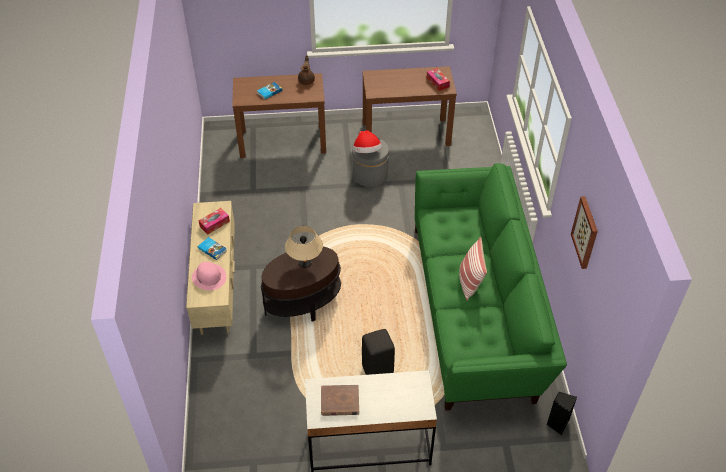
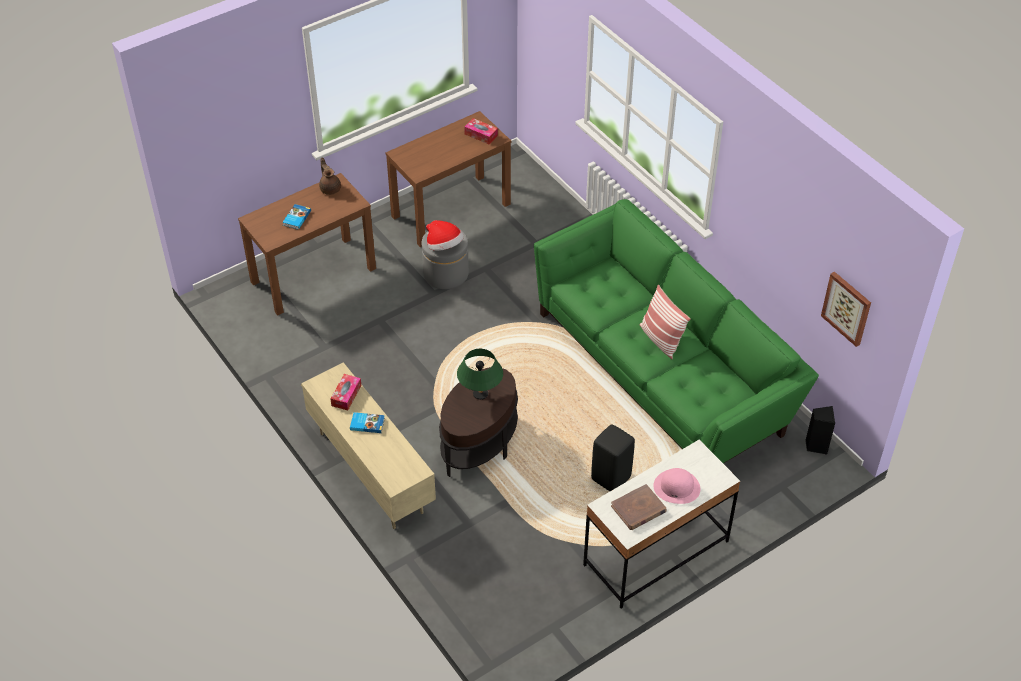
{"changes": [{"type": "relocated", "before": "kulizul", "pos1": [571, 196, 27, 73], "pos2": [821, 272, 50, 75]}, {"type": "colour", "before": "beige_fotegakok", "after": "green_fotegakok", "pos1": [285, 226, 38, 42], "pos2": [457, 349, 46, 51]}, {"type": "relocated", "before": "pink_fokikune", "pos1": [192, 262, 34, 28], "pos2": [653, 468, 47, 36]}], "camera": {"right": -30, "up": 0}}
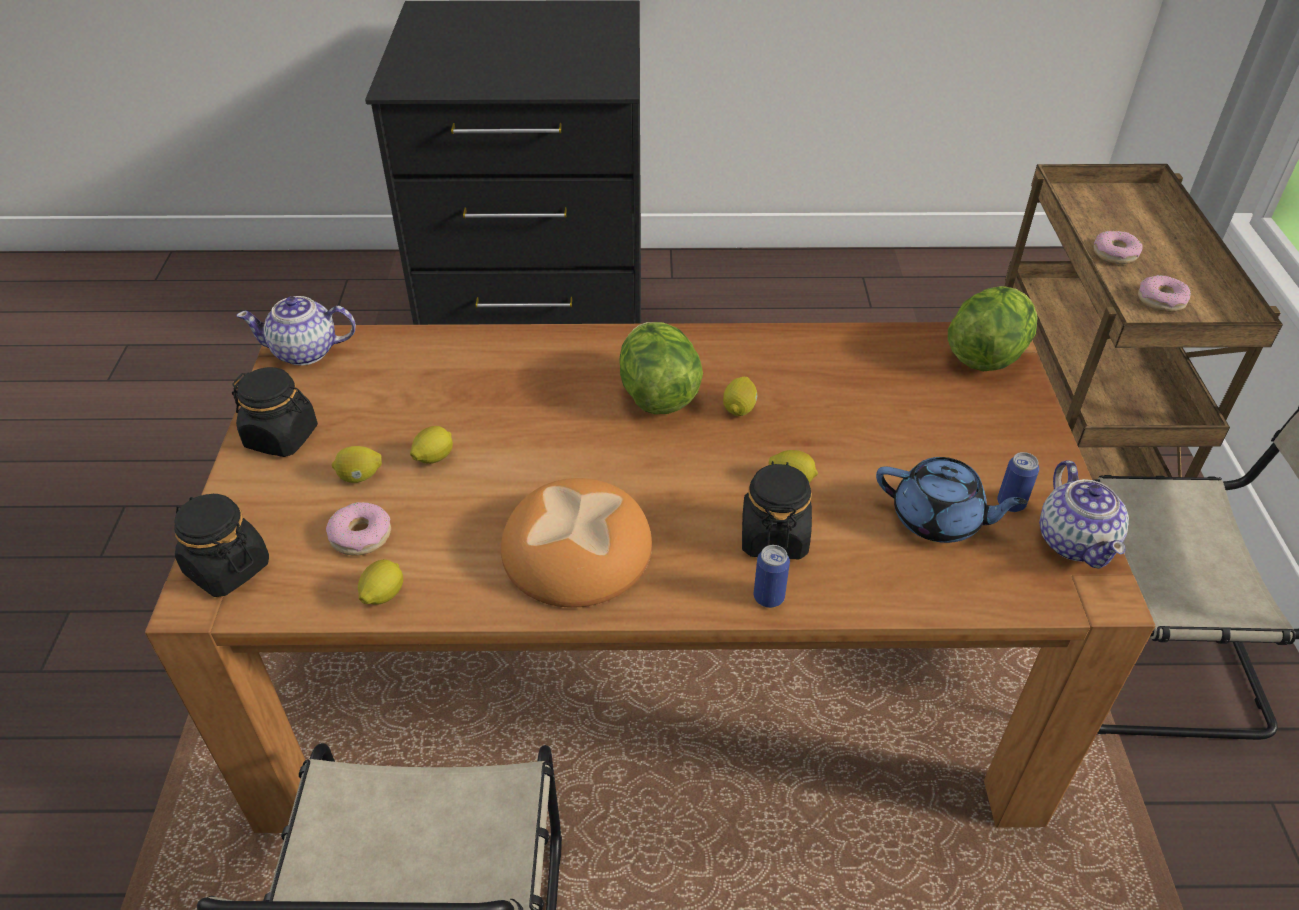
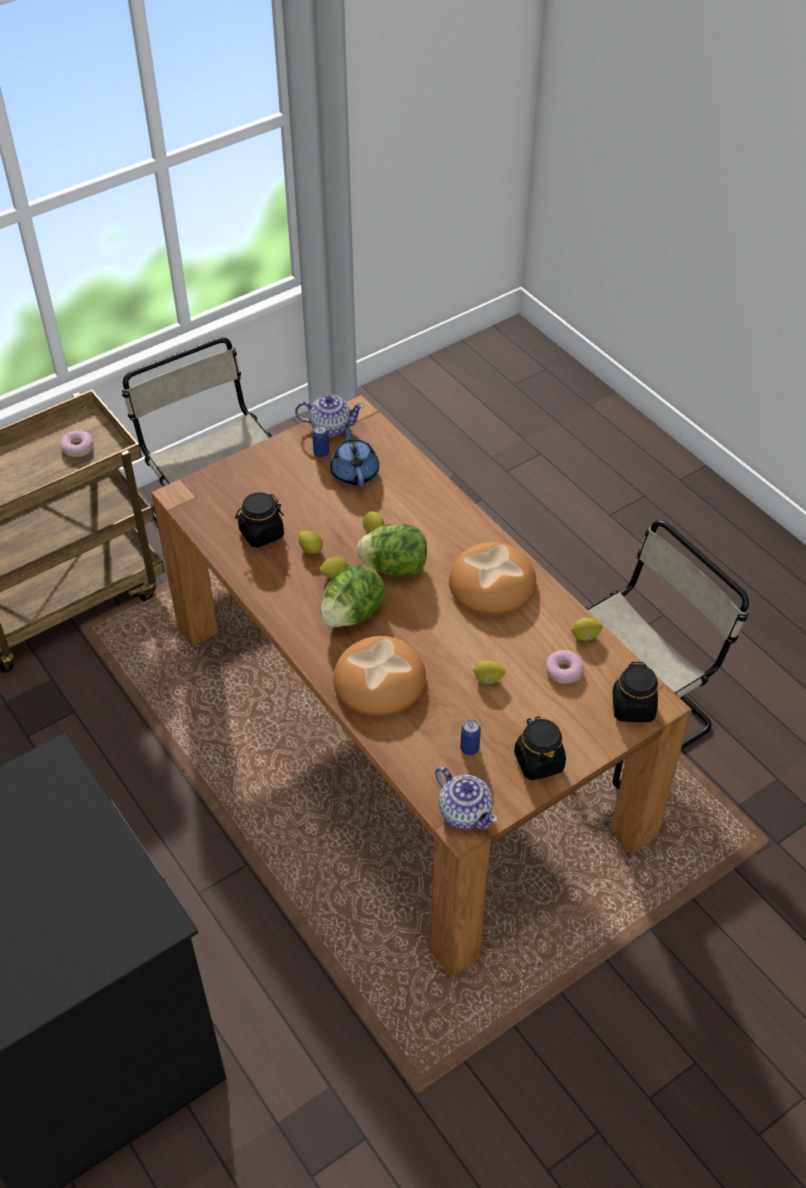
{"changes": [{"type": "missing", "before": "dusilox", "pos1": [1093, 231, 49, 33]}, {"type": "relocated", "before": "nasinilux", "pos1": [948, 286, 90, 85], "pos2": [357, 524, 70, 52]}, {"type": "relocated", "before": "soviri", "pos1": [332, 446, 50, 37], "pos2": [299, 531, 24, 23]}, {"type": "spun", "before": "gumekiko", "pos1": [1039, 460, 90, 108], "pos2": [295, 394, 69, 43], "turn": 45}, {"type": "relocated", "before": "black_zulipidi", "pos1": [742, 461, 70, 98], "pos2": [235, 492, 49, 56]}, {"type": "relocated", "before": "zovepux", "pos1": [754, 545, 36, 63], "pos2": [460, 719, 21, 36]}, {"type": "appeared", "after": "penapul", "pos2": [333, 636, 93, 80]}], "camera": {"right": -125, "up": 5}}
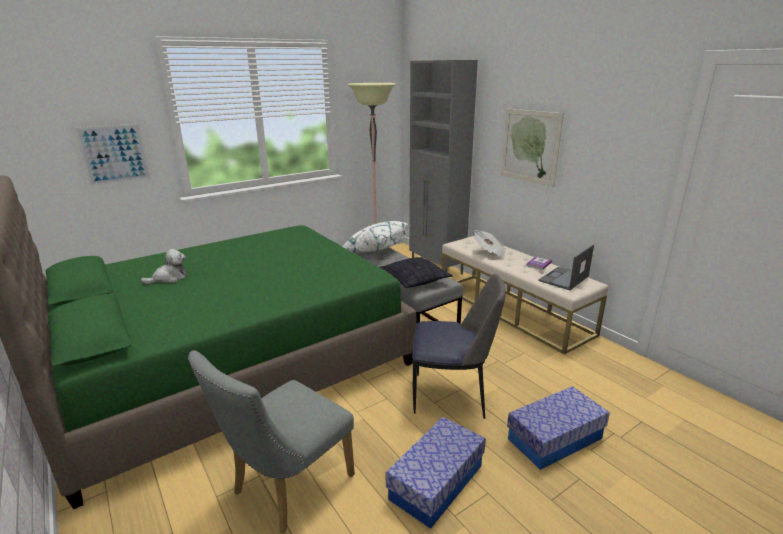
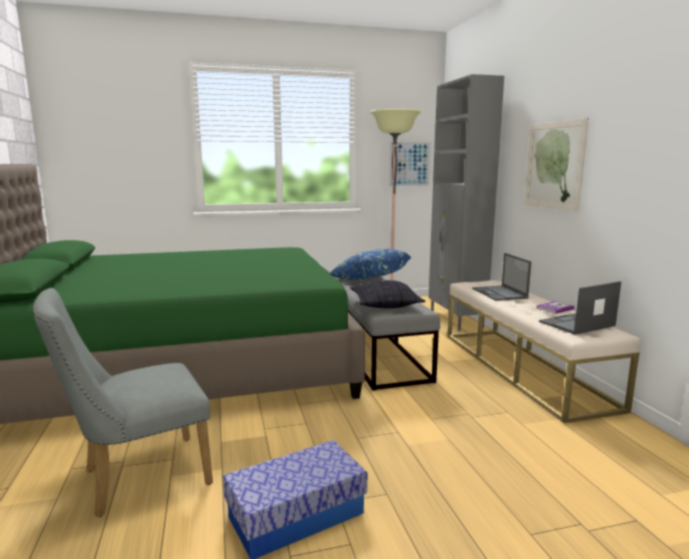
{"changes": [{"type": "relocated", "before": "kulizul", "pos1": [75, 124, 76, 62], "pos2": [388, 141, 43, 46]}, {"type": "colour", "before": "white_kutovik", "after": "blue_kutovik", "pos1": [342, 221, 68, 32], "pos2": [330, 249, 81, 31]}, {"type": "exchanged", "before": "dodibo", "after": "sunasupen", "pos1": [474, 230, 32, 27], "pos2": [472, 253, 59, 48]}, {"type": "missing", "before": "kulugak", "pos1": [141, 249, 46, 35]}, {"type": "missing", "before": "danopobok", "pos1": [412, 274, 94, 145]}, {"type": "missing", "before": "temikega", "pos1": [507, 386, 103, 84]}], "camera": {"right": 20, "up": -10}}
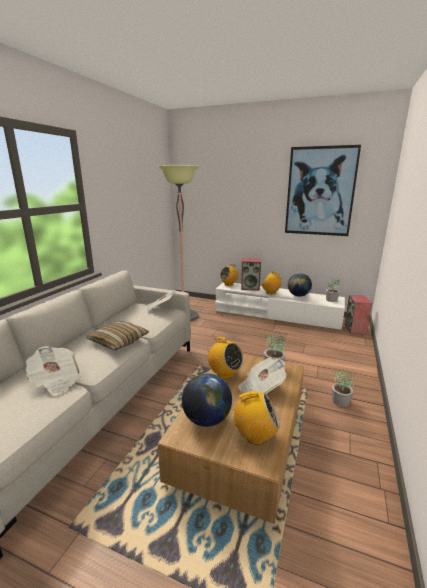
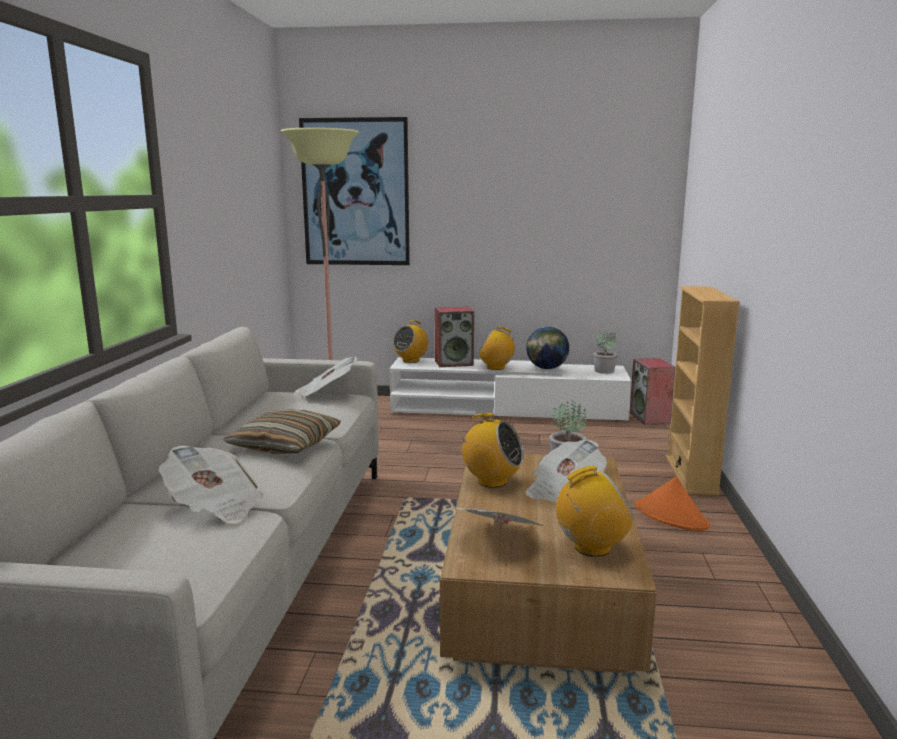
{"changes": [{"type": "relocated", "before": "kulizul", "pos1": [285, 145, 76, 91], "pos2": [299, 117, 111, 148]}, {"type": "exchanged", "before": "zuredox", "after": "orange_fokikune", "pos1": [332, 369, 23, 38], "pos2": [635, 476, 75, 55]}, {"type": "exchanged", "before": "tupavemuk", "after": "dodibo", "pos1": [182, 374, 50, 53], "pos2": [456, 508, 87, 18]}, {"type": "appeared", "after": "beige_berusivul", "pos2": [666, 286, 74, 209]}], "camera": {"right": -15, "up": -5}}
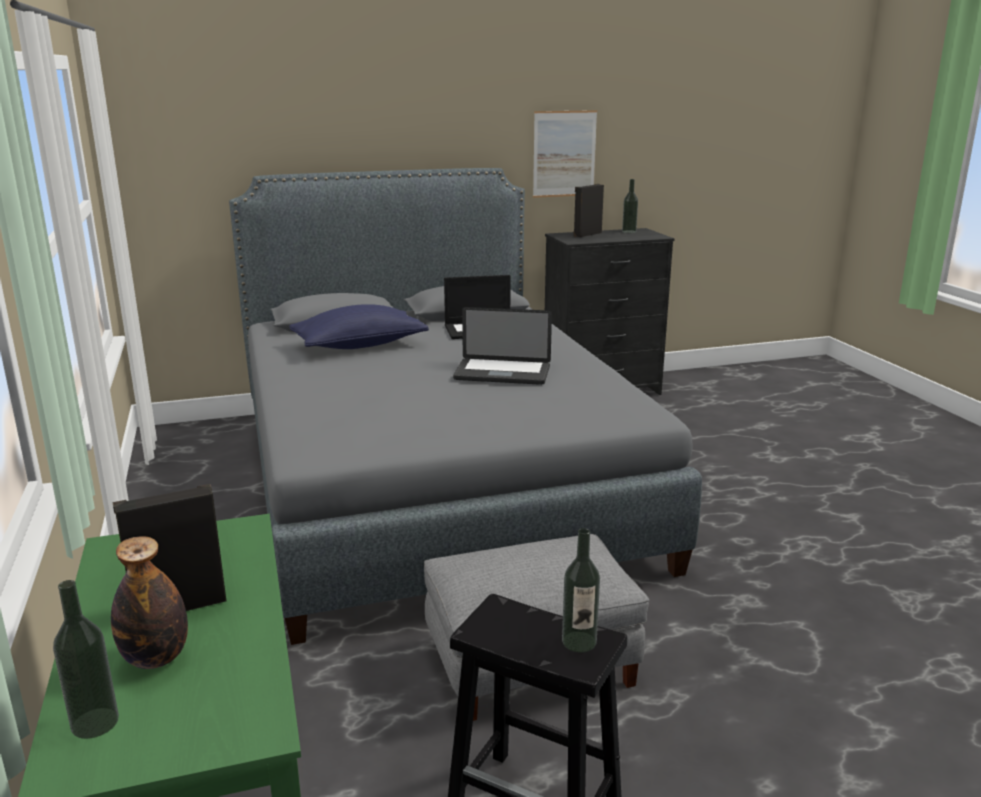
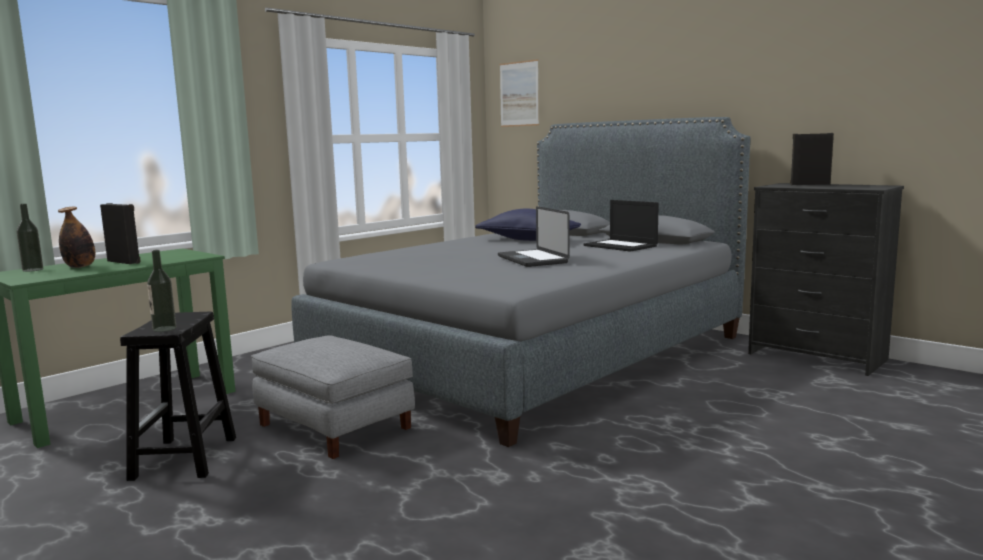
{"changes": [{"type": "relocated", "before": "kulizul", "pos1": [533, 110, 64, 88], "pos2": [499, 59, 40, 68]}, {"type": "missing", "before": "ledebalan", "pos1": [622, 179, 16, 54]}], "camera": {"right": 60, "up": -10}}
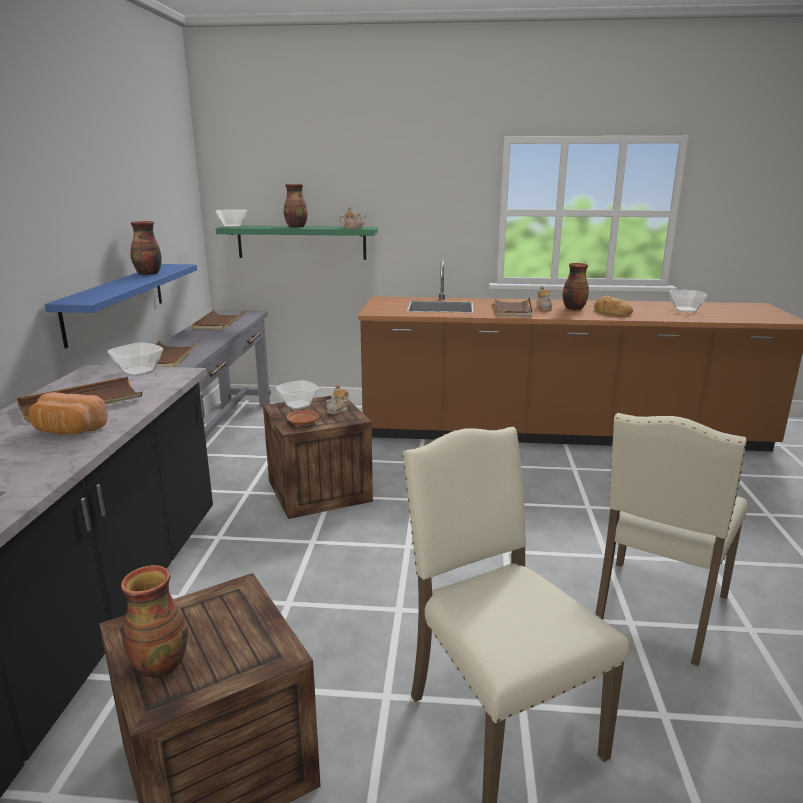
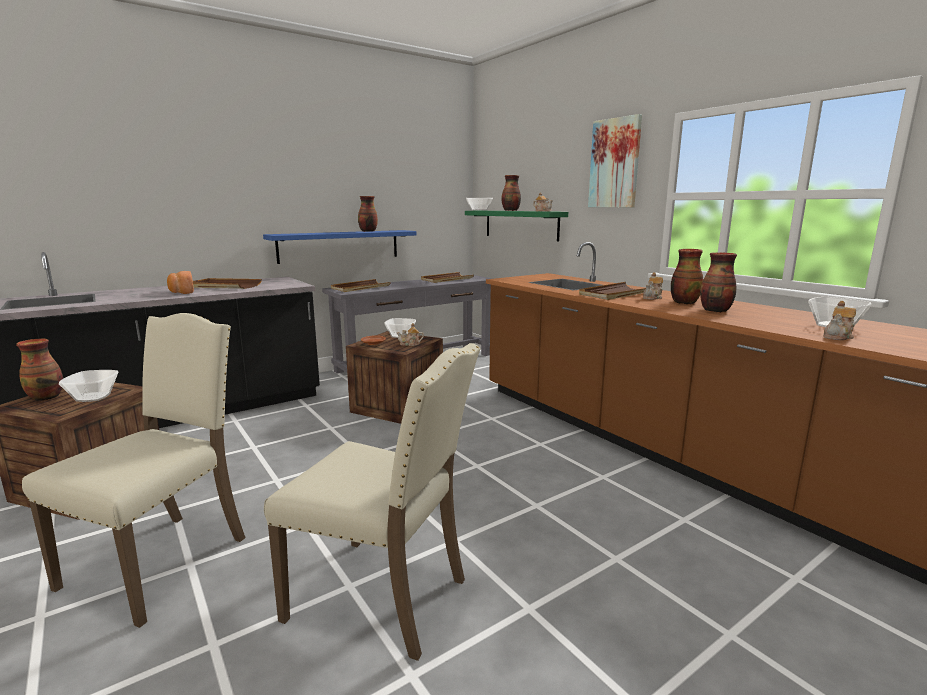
{"changes": [{"type": "exchanged", "before": "penapul", "after": "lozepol", "pos1": [594, 296, 39, 20], "pos2": [700, 252, 37, 61]}, {"type": "relocated", "before": "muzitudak", "pos1": [108, 342, 55, 34], "pos2": [59, 370, 59, 32]}, {"type": "spun", "before": "beige_danopobok", "pos1": [595, 413, 153, 253], "pos2": [264, 343, 217, 318], "turn": -150}, {"type": "appeared", "after": "kulizul", "pos2": [588, 114, 54, 93]}, {"type": "appeared", "after": "gumekiko", "pos2": [823, 301, 33, 39]}], "camera": {"right": 50, "up": -5}}
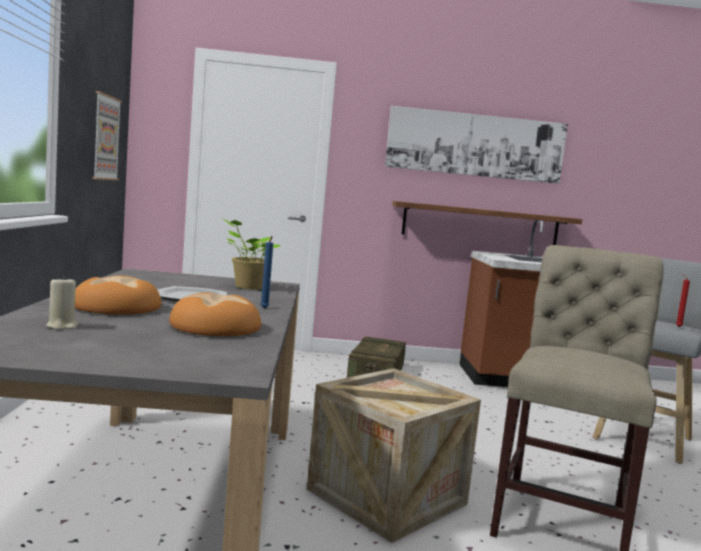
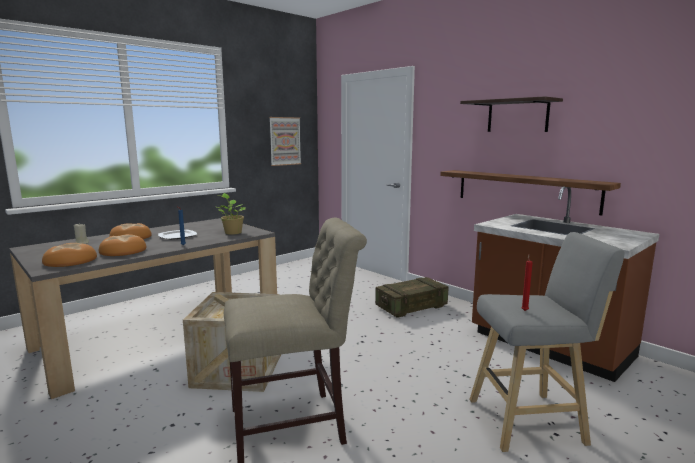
{"changes": [{"type": "exchanged", "before": "kulizul", "after": "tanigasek", "pos1": [385, 106, 183, 78], "pos2": [460, 96, 103, 36]}, {"type": "appeared", "after": "penapul", "pos2": [42, 243, 55, 24]}], "camera": {"right": 50, "up": 5}}
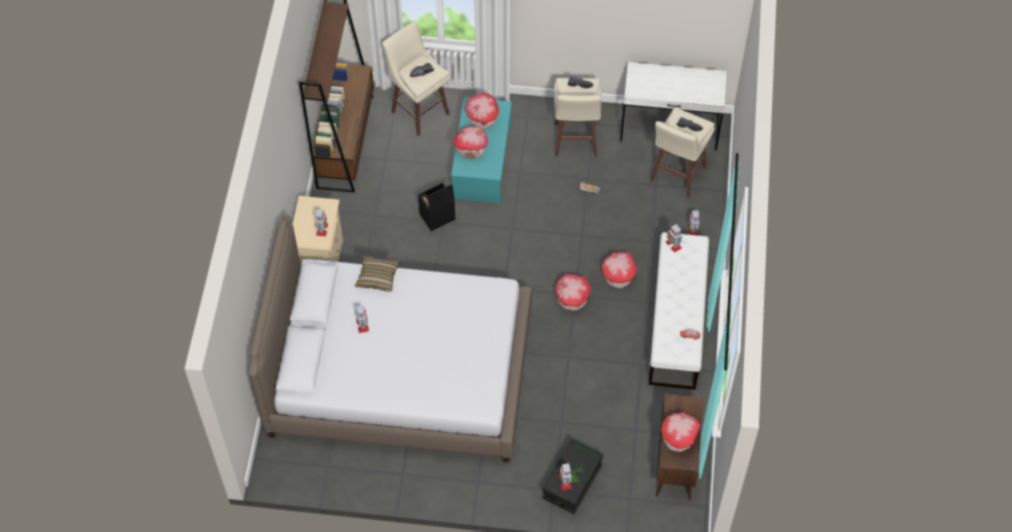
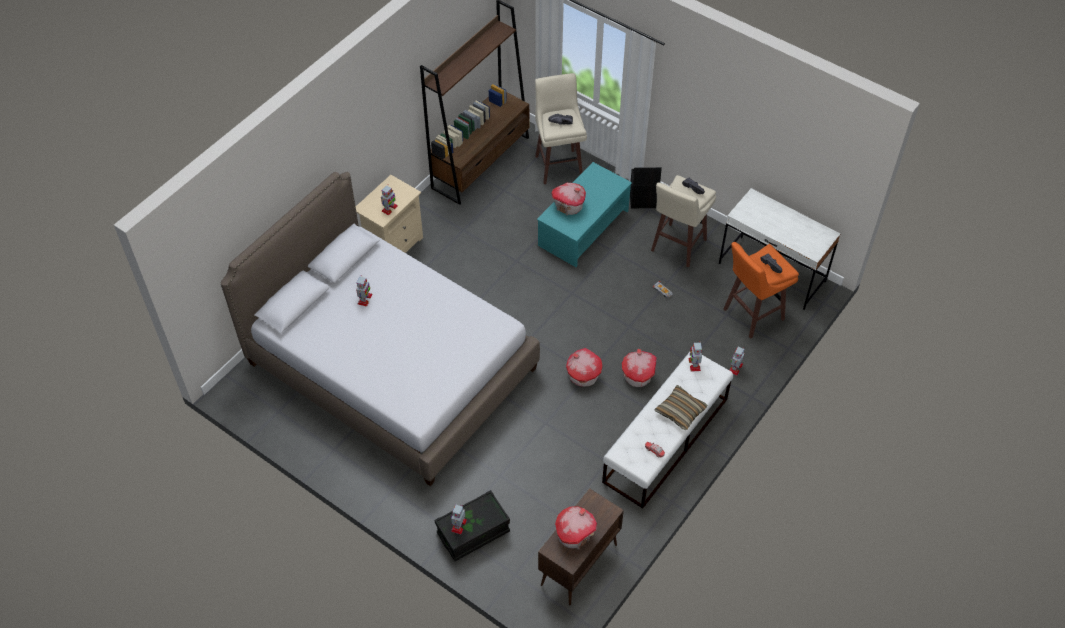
{"changes": [{"type": "missing", "before": "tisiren", "pos1": [465, 93, 34, 36]}, {"type": "colour", "before": "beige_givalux", "after": "orange_givalux", "pos1": [650, 107, 65, 91], "pos2": [724, 242, 75, 97]}, {"type": "relocated", "before": "black_temikega", "pos1": [418, 183, 37, 48], "pos2": [630, 167, 32, 41]}, {"type": "relocated", "before": "kutovik", "pos1": [355, 256, 44, 36], "pos2": [654, 385, 54, 45]}], "camera": {"right": 30, "up": -5}}
